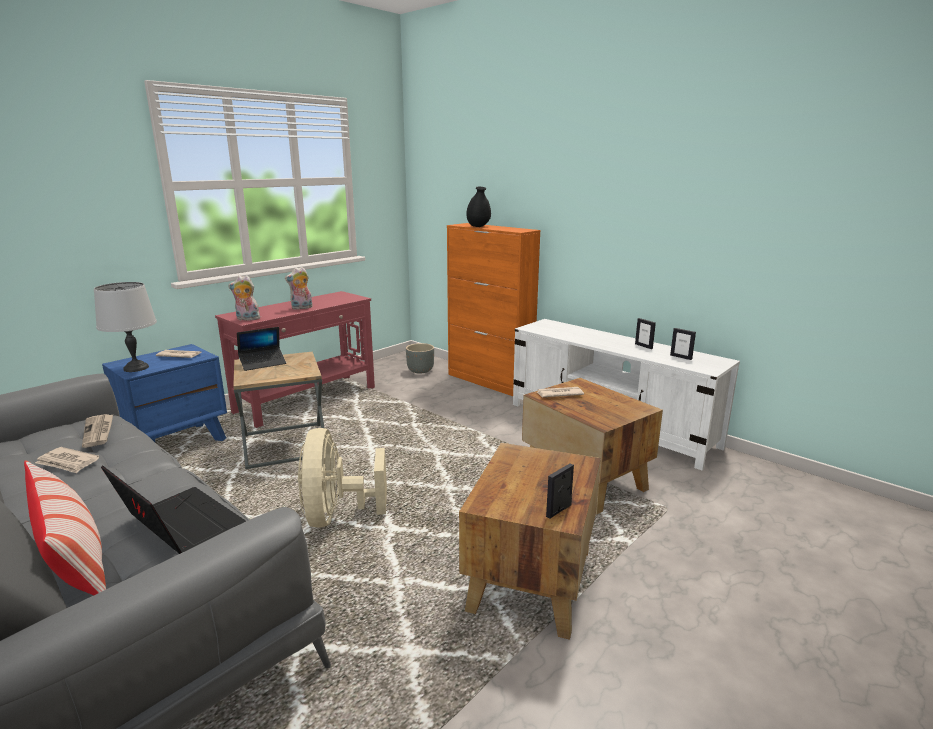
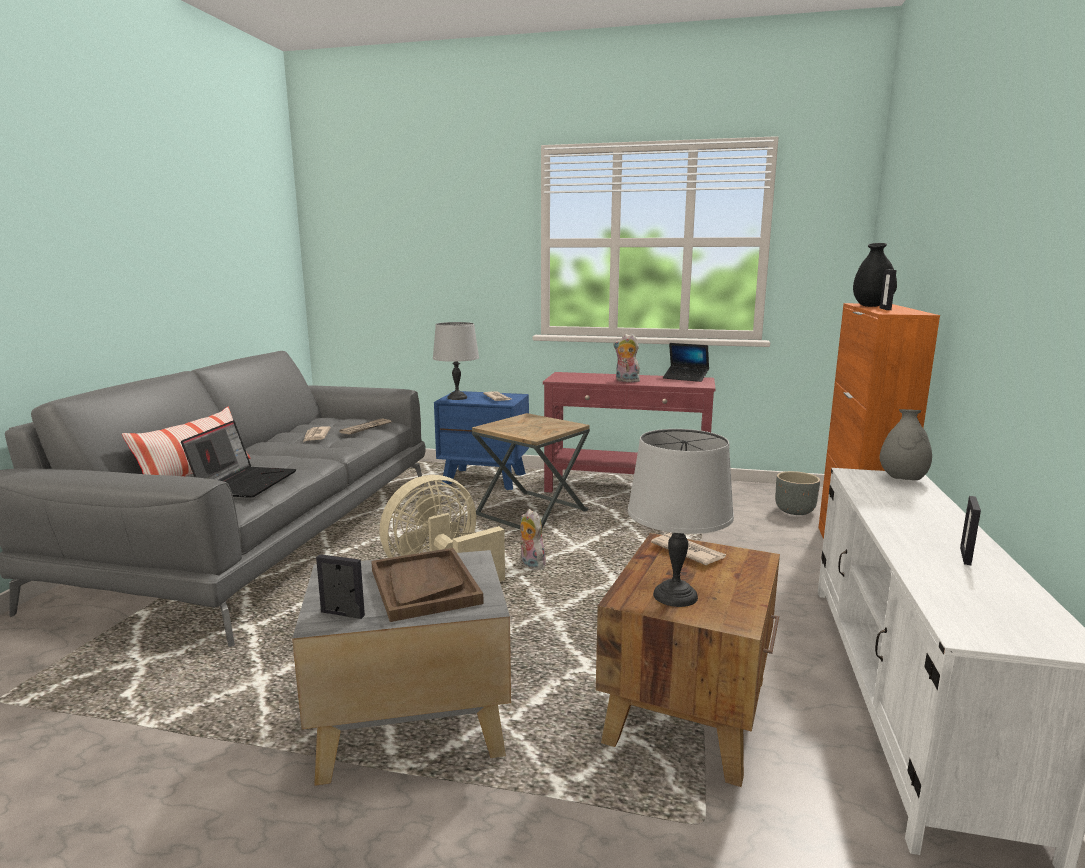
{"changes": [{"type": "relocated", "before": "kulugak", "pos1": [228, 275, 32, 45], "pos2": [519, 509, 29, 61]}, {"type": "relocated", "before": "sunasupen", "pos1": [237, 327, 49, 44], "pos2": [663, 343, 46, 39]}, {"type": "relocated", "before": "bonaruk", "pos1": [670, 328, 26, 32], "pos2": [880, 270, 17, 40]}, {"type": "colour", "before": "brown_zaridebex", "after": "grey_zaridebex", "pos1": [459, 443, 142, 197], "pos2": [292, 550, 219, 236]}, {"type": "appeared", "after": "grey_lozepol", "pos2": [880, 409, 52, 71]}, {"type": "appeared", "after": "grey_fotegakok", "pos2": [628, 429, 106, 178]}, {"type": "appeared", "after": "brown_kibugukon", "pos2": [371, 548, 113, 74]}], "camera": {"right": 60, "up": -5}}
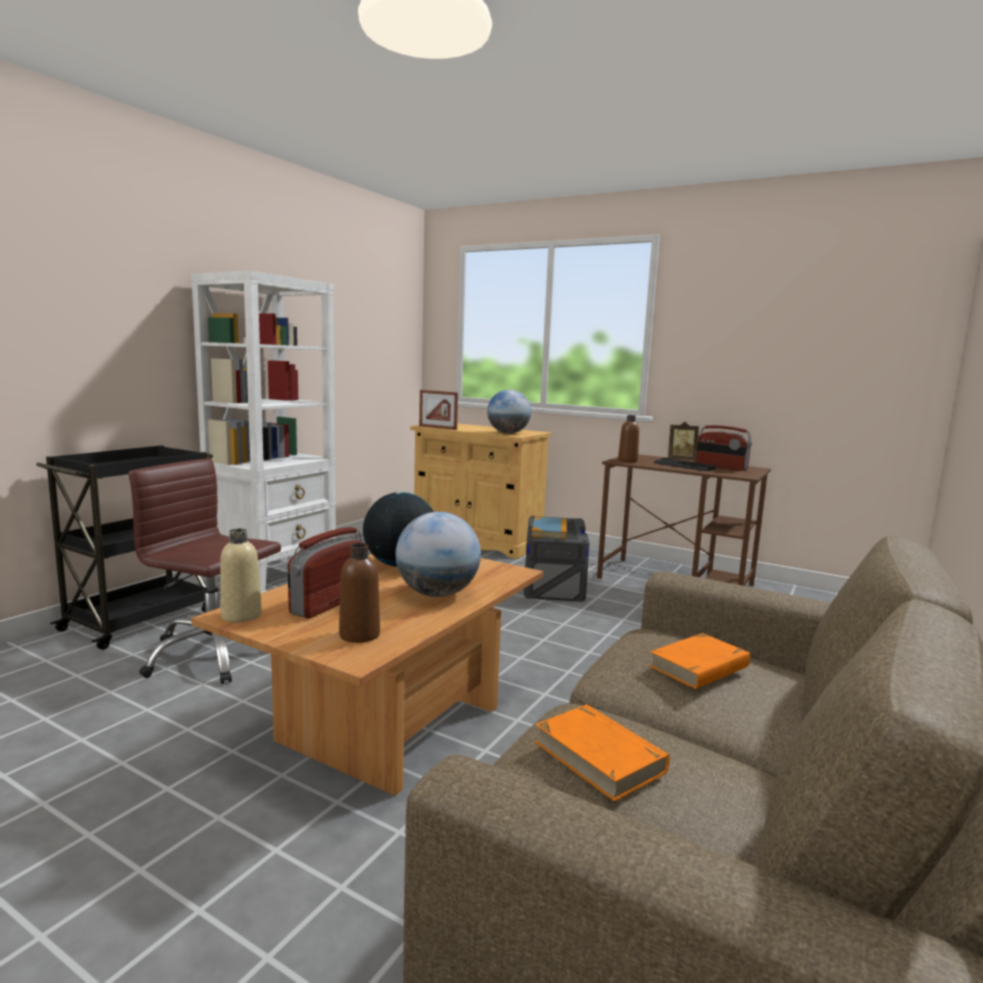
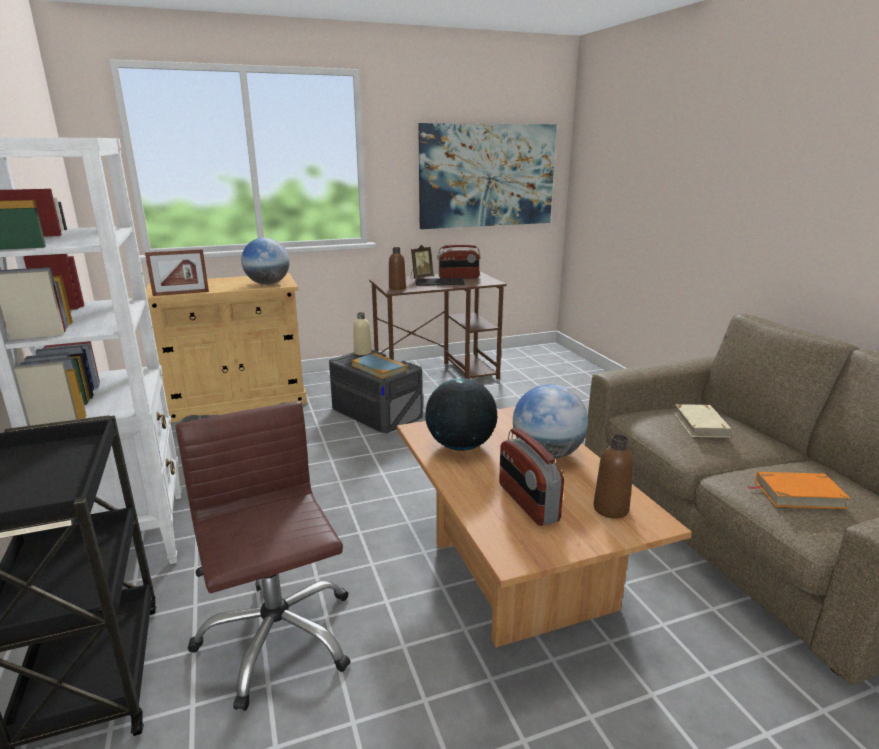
{"changes": [{"type": "spun", "before": "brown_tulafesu", "pos1": [128, 458, 153, 226], "pos2": [175, 401, 176, 310], "turn": 90}, {"type": "relocated", "before": "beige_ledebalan", "pos1": [220, 528, 42, 95], "pos2": [353, 312, 19, 43]}, {"type": "colour", "before": "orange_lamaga", "after": "beige_lamaga", "pos1": [649, 633, 101, 56], "pos2": [674, 404, 58, 34]}, {"type": "appeared", "after": "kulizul", "pos2": [418, 123, 139, 106]}], "camera": {"right": -50, "up": 10}}
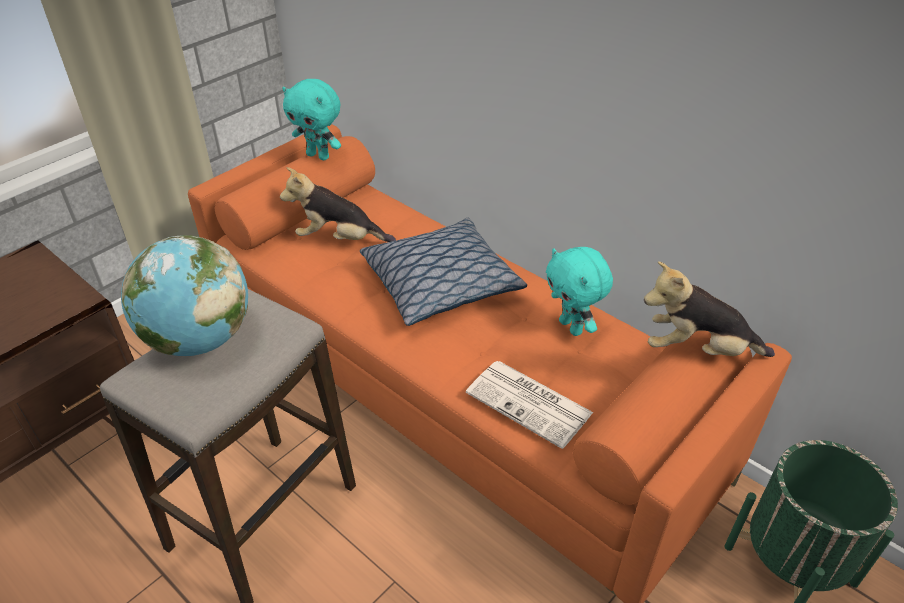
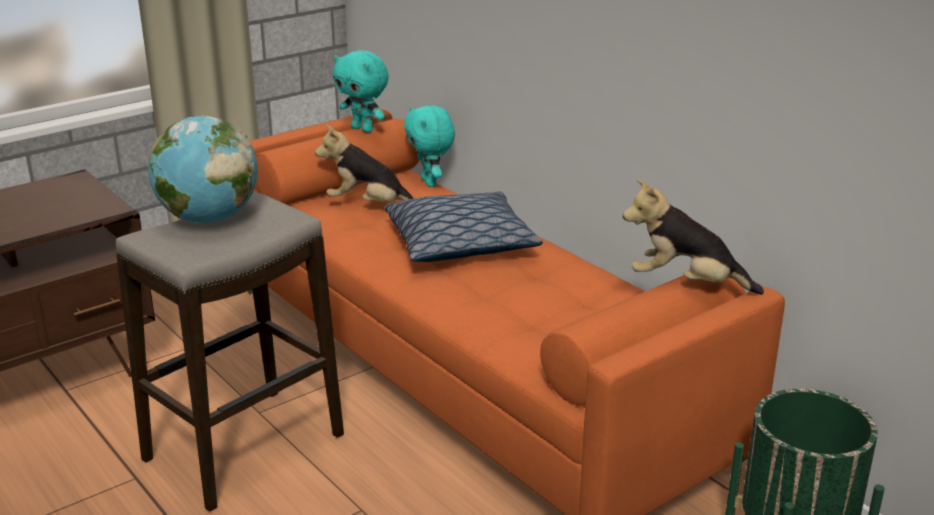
{"changes": [{"type": "relocated", "before": "turquoise_kulugak", "pos1": [546, 247, 67, 89], "pos2": [404, 106, 51, 81]}, {"type": "missing", "before": "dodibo", "pos1": [466, 361, 128, 88]}], "camera": {"right": 10, "up": -15}}
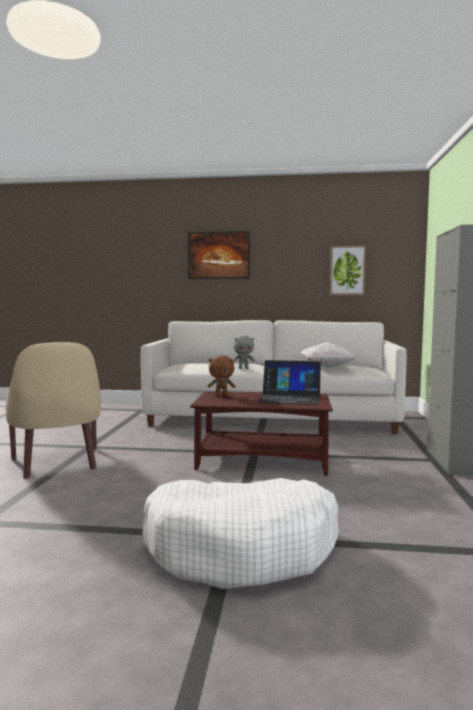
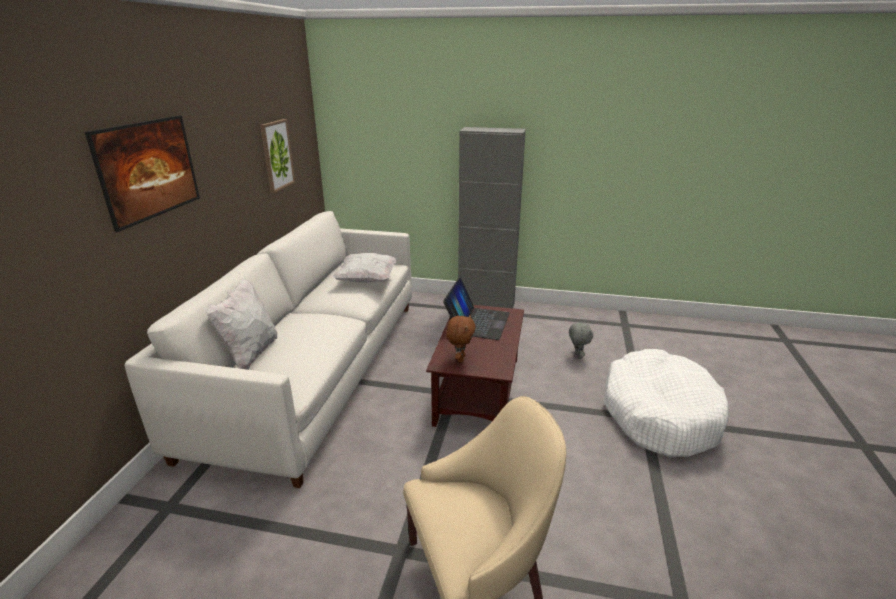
{"changes": [{"type": "relocated", "before": "grey_kulugak", "pos1": [232, 336, 23, 33], "pos2": [569, 321, 24, 38]}, {"type": "appeared", "after": "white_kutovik", "pos2": [206, 279, 71, 91]}], "camera": {"right": -85, "up": 20}}
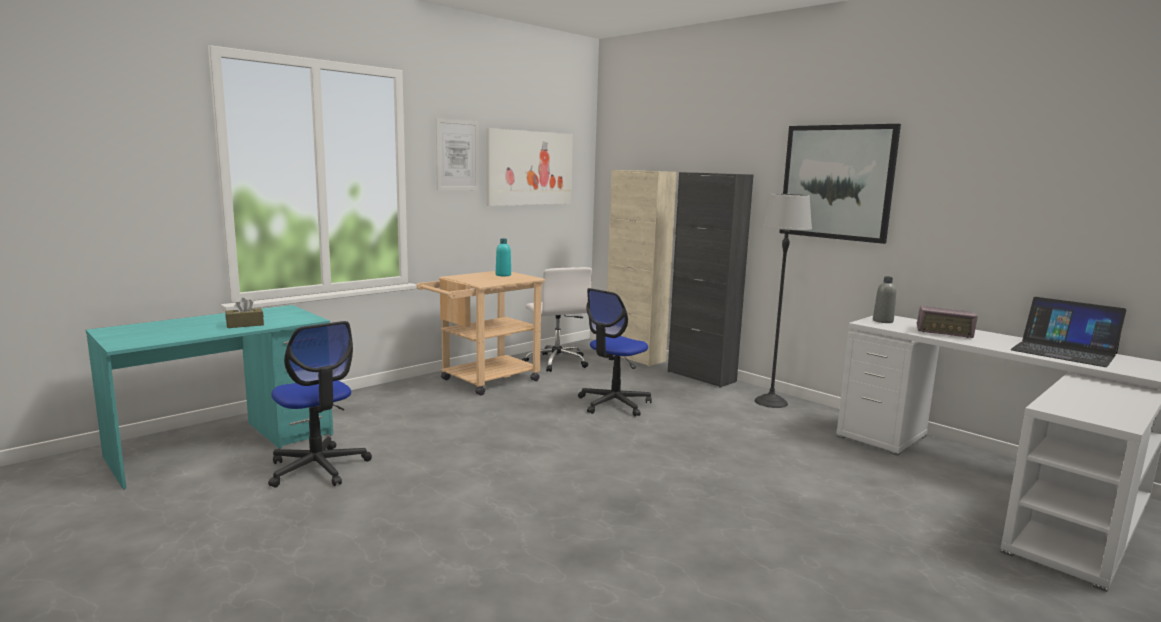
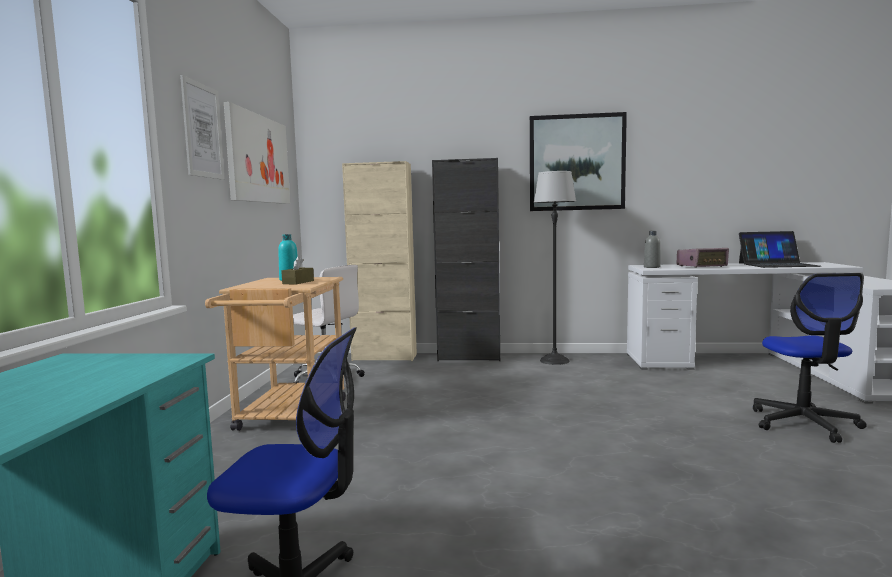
{"changes": [{"type": "relocated", "before": "tulafesu", "pos1": [578, 288, 74, 128], "pos2": [753, 273, 114, 170]}, {"type": "relocated", "before": "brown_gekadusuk", "pos1": [225, 298, 39, 30], "pos2": [281, 256, 33, 28]}], "camera": {"right": -40, "up": -5}}
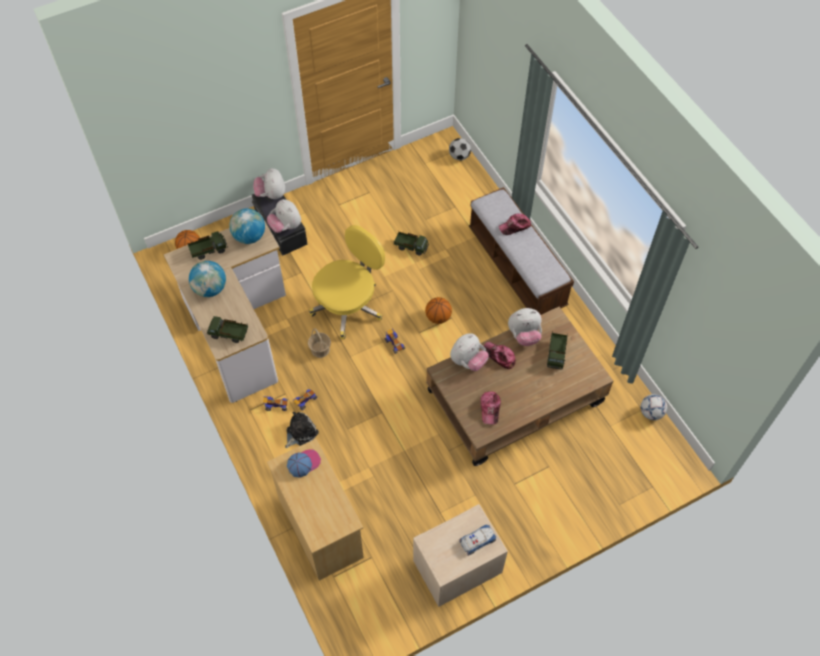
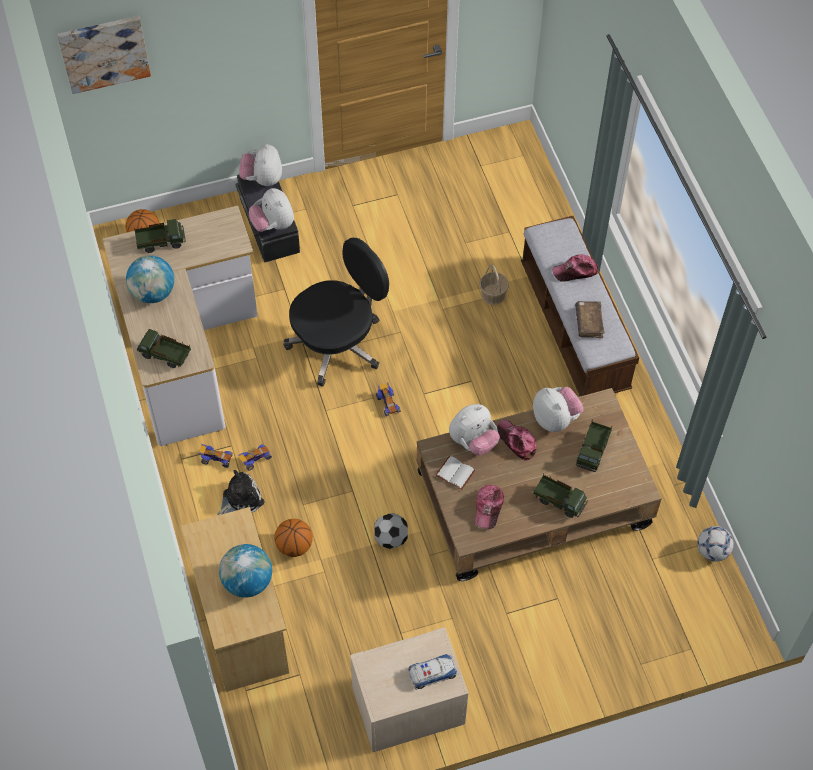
{"changes": [{"type": "relocated", "before": "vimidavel", "pos1": [449, 138, 22, 22], "pos2": [374, 513, 34, 36]}, {"type": "relocated", "before": "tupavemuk", "pos1": [229, 209, 36, 35], "pos2": [219, 544, 53, 54]}, {"type": "colour", "before": "yellow_tulafesu", "after": "black_tulafesu", "pos1": [309, 225, 76, 114], "pos2": [283, 238, 106, 149]}, {"type": "relocated", "before": "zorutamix", "pos1": [394, 230, 35, 26], "pos2": [533, 474, 55, 44]}, {"type": "relocated", "before": "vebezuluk", "pos1": [425, 297, 27, 27], "pos2": [274, 519, 39, 38]}, {"type": "spun", "before": "kulugak", "pos1": [508, 308, 34, 38], "pos2": [533, 387, 50, 45], "turn": -120}, {"type": "relocated", "before": "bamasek", "pos1": [308, 328, 23, 30], "pos2": [479, 265, 30, 40]}, {"type": "missing", "before": "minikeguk", "pos1": [287, 449, 34, 29]}, {"type": "appeared", "after": "kulizul", "pos2": [57, 16, 94, 78]}, {"type": "appeared", "after": "brown_lamaga", "pos2": [575, 301, 30, 37]}, {"type": "appeared", "after": "white_lamaga", "pos2": [435, 455, 40, 35]}], "camera": {"right": 10, "up": 0}}
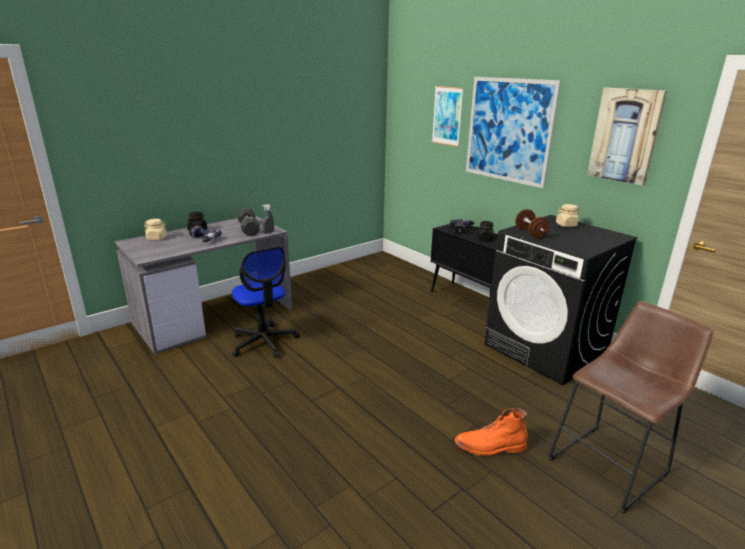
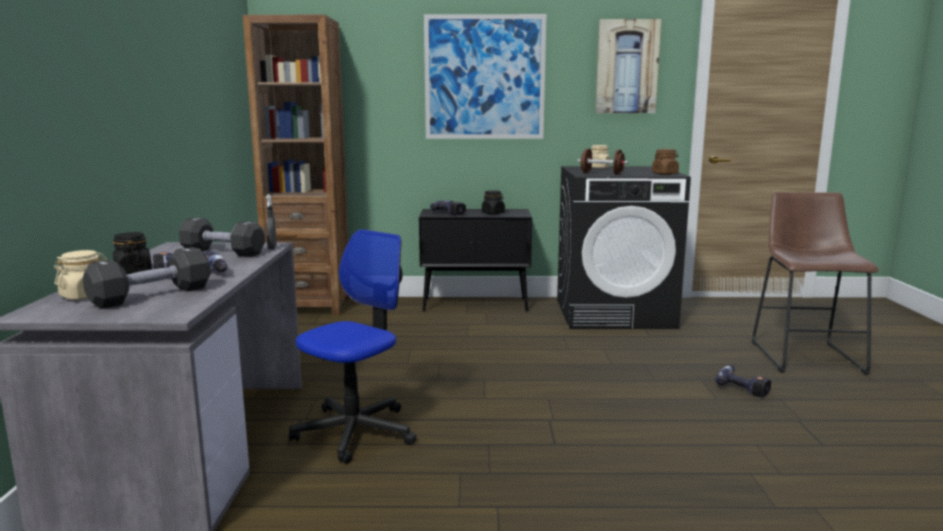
{"changes": [{"type": "missing", "before": "kulizul", "pos1": [432, 86, 32, 61]}, {"type": "spun", "before": "tulafesu", "pos1": [232, 246, 68, 112], "pos2": [289, 229, 128, 235], "turn": -60}, {"type": "exchanged", "before": "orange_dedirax", "after": "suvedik", "pos1": [455, 408, 73, 48], "pos2": [715, 365, 56, 32]}, {"type": "appeared", "after": "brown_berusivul", "pos2": [243, 15, 107, 300]}, {"type": "appeared", "after": "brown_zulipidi", "pos2": [652, 149, 27, 26]}, {"type": "appeared", "after": "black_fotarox", "pos2": [83, 247, 128, 62]}], "camera": {"right": -50, "up": -10}}
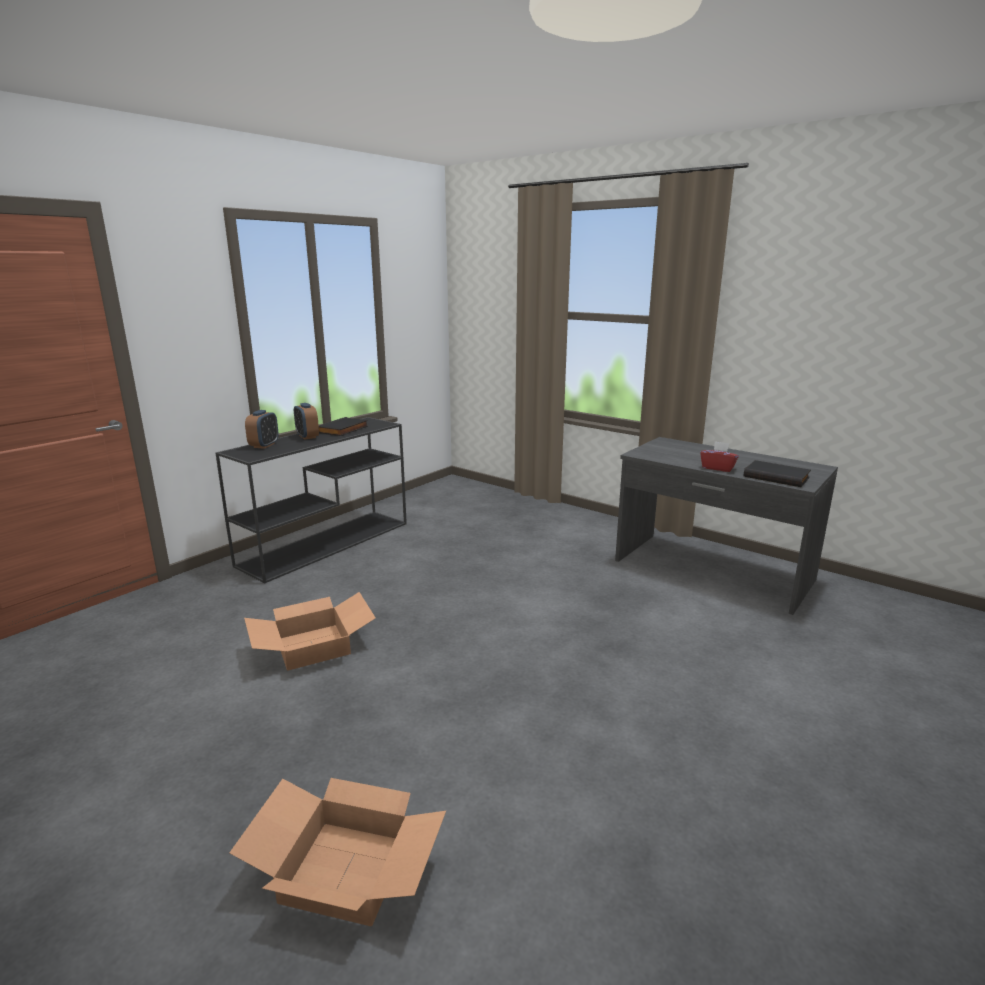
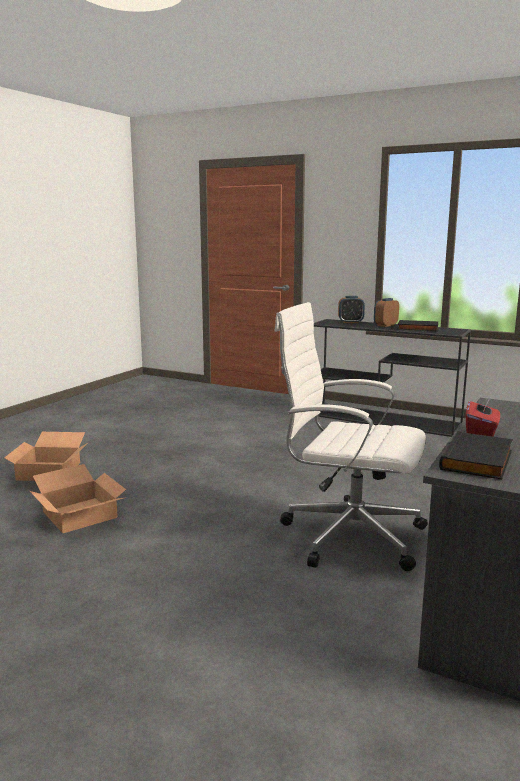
{"changes": [{"type": "relocated", "before": "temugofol", "pos1": [244, 592, 132, 79], "pos2": [30, 464, 97, 69]}, {"type": "appeared", "after": "white_tulafesu", "pos2": [274, 302, 154, 269]}], "camera": {"right": 80, "up": -5}}
